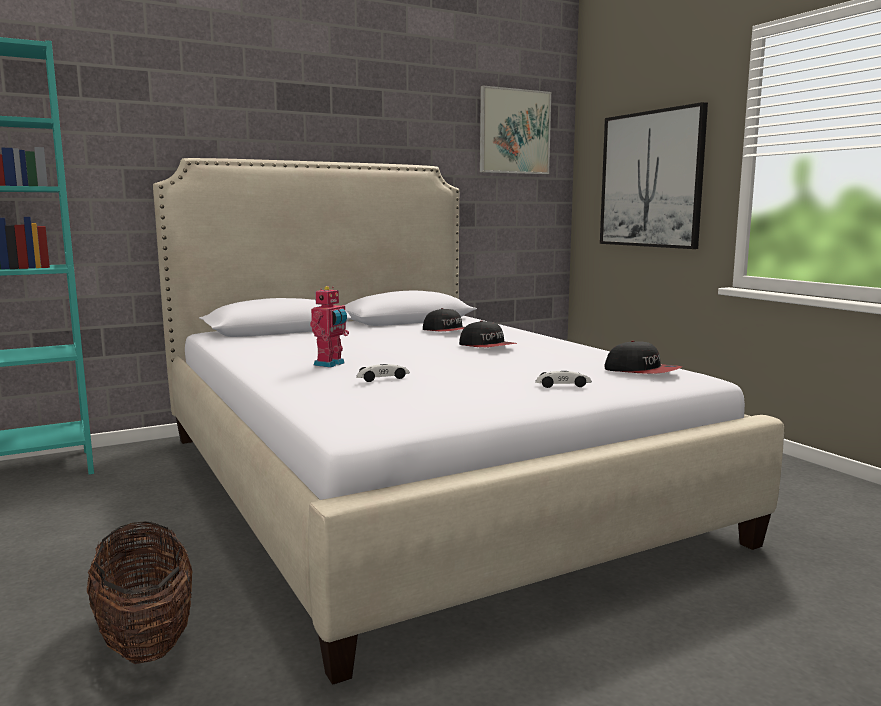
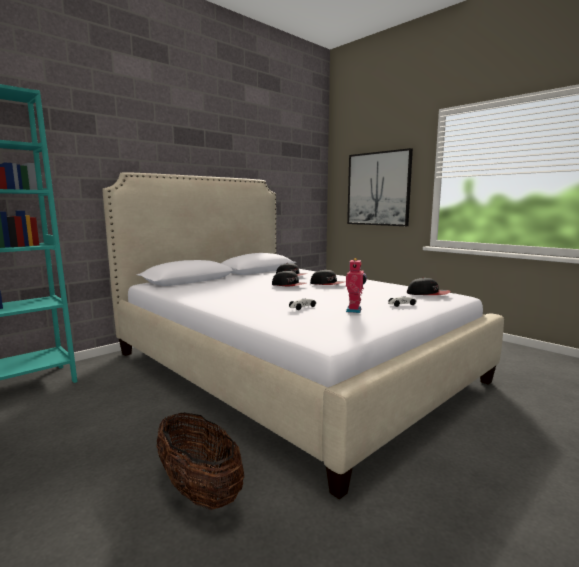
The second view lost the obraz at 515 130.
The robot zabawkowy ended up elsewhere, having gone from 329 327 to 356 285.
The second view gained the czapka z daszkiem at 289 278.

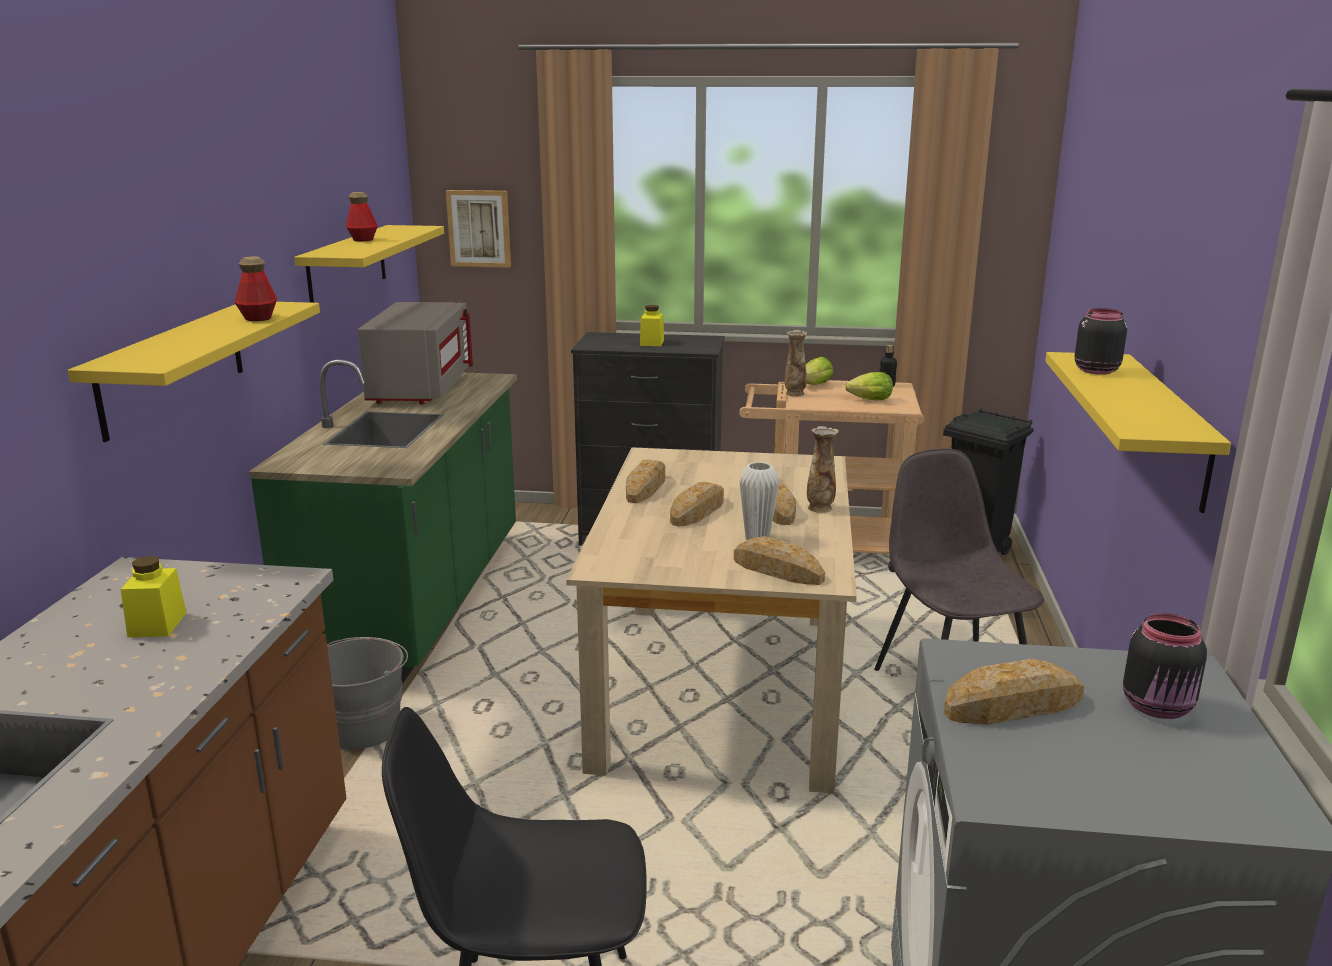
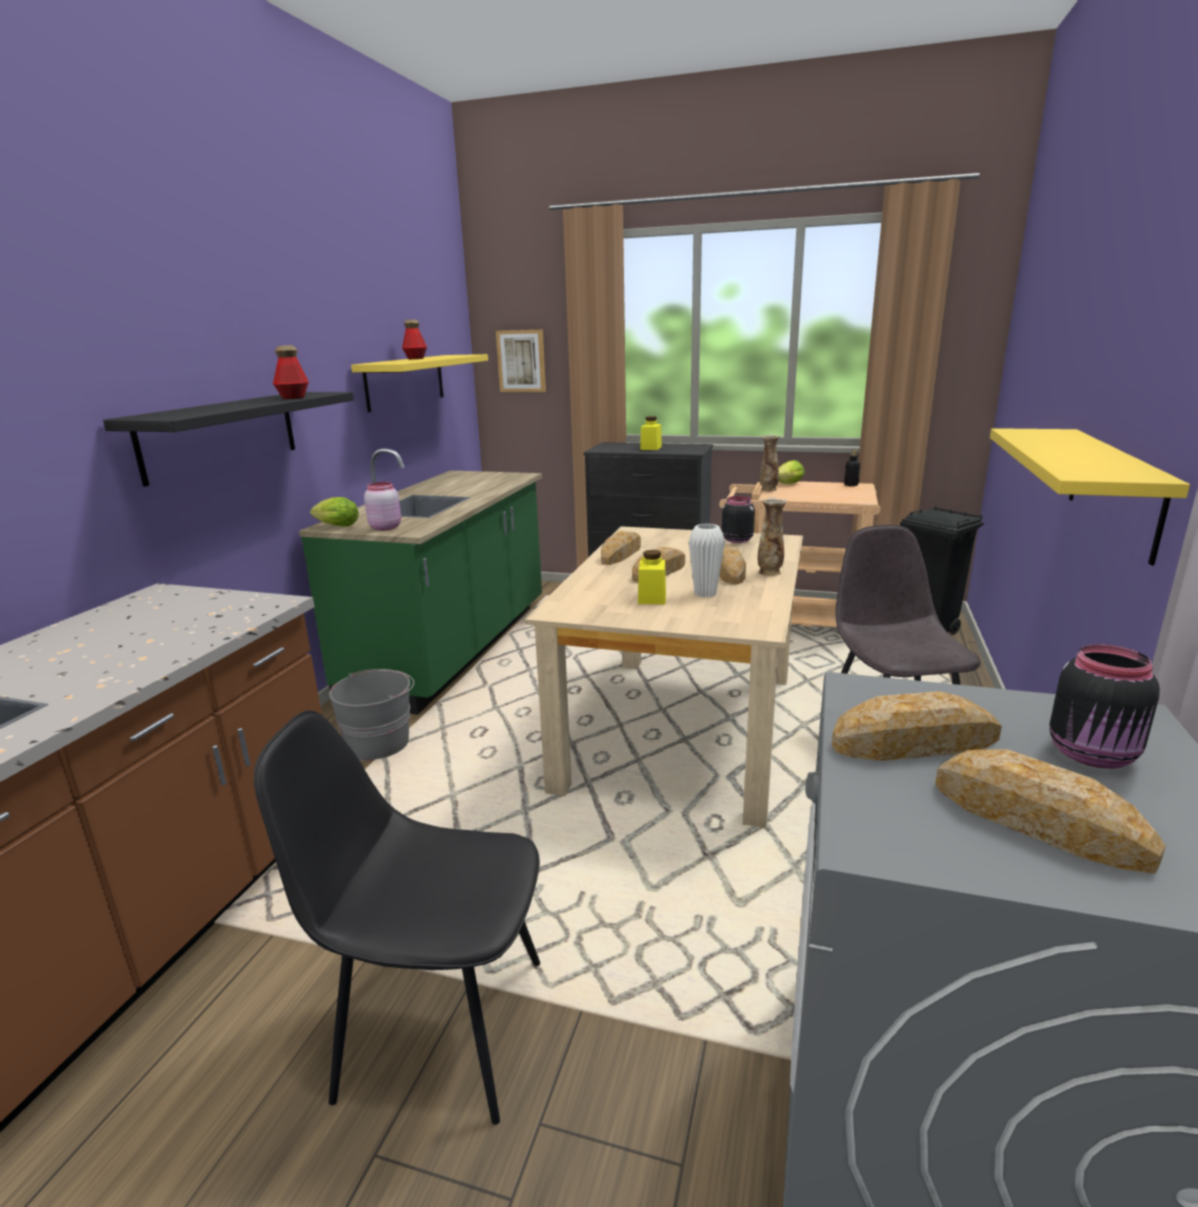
What was the półka [żółty] at 194 372 turned into the półka [czarny] at 228 439.
The second view lost the mikrofalówka [szary] at 415 353.
The słoik [czarny] ended up elsewhere, having gone from 1101 341 to 738 519.
The sałata ended up elsewhere, having gone from 869 386 to 334 512.
The chleb ended up elsewhere, having gone from 779 560 to 1050 811.
The słoik [żółty] ended up elsewhere, having gone from 153 597 to 652 577.
The second view gained the słoik [różowy] at 382 506.

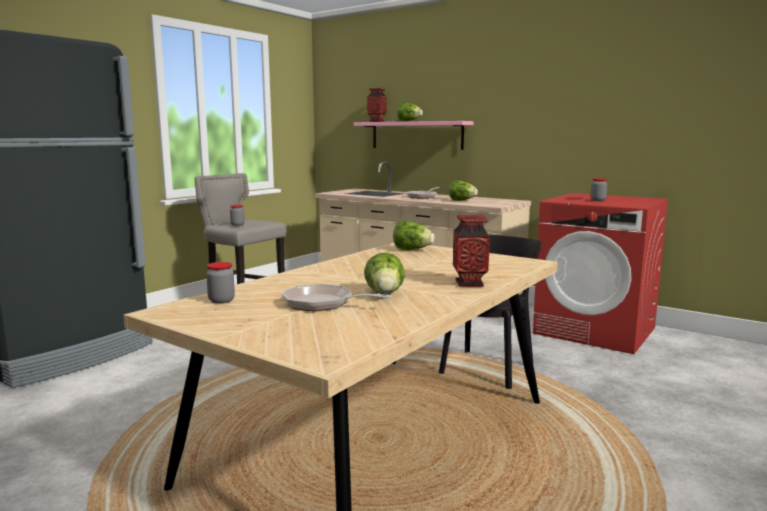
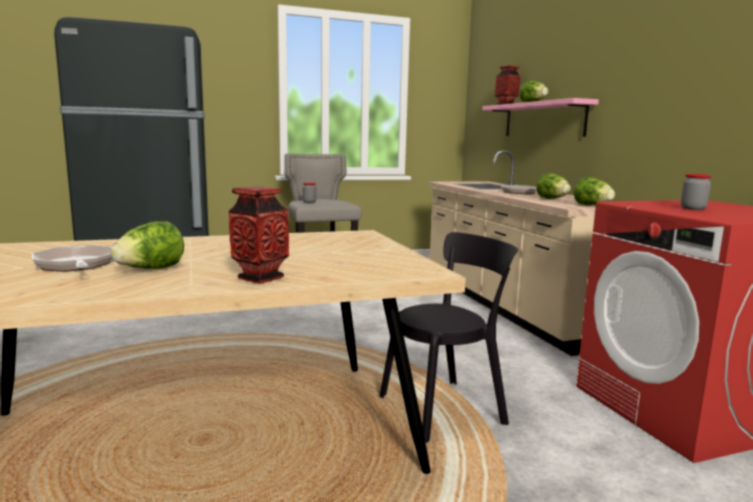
The sałata ended up elsewhere, having gone from 414 235 to 594 191.
The second view lost the słoik at 220 283.

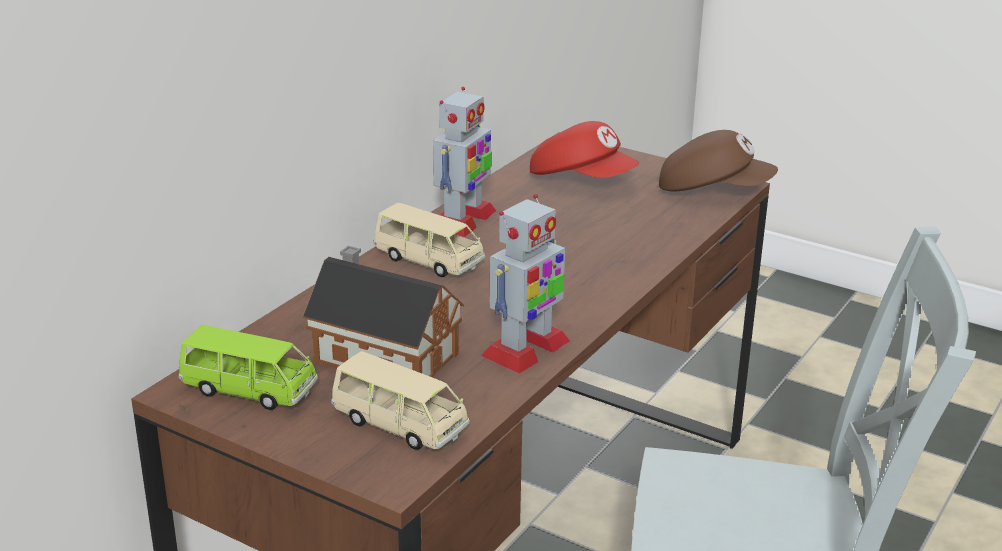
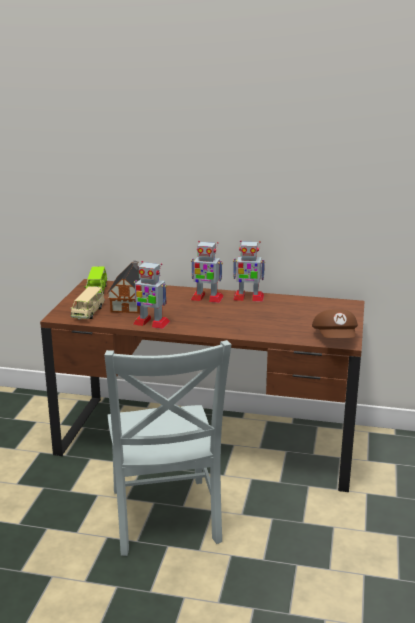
The second view lost the czapka z daszkiem [czerwony] at 584 149.
Where the samochodzik [beżowy] stood at 429 240, the robot zabawkowy came to stand at 207 272.

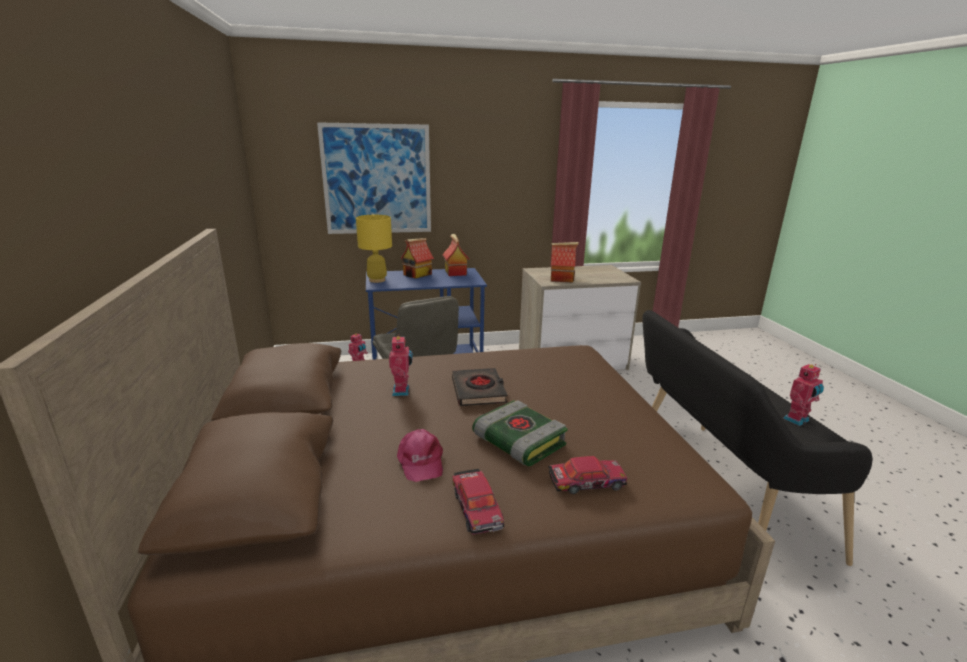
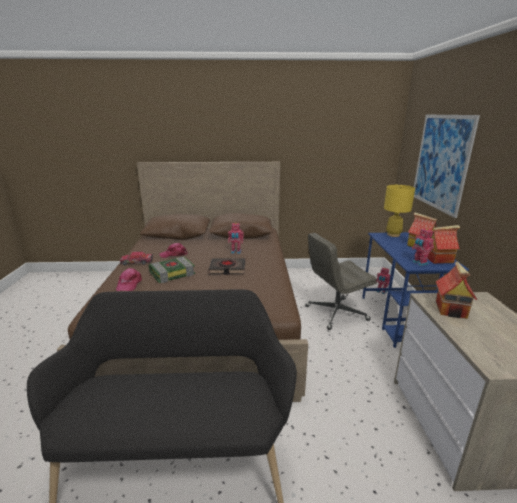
The robot zabawkowy ended up elsewhere, having gone from 803 395 to 423 246.
Where the samochodzik stood at 587 475, the czapka z daszkiem [różowy] came to stand at 129 279.

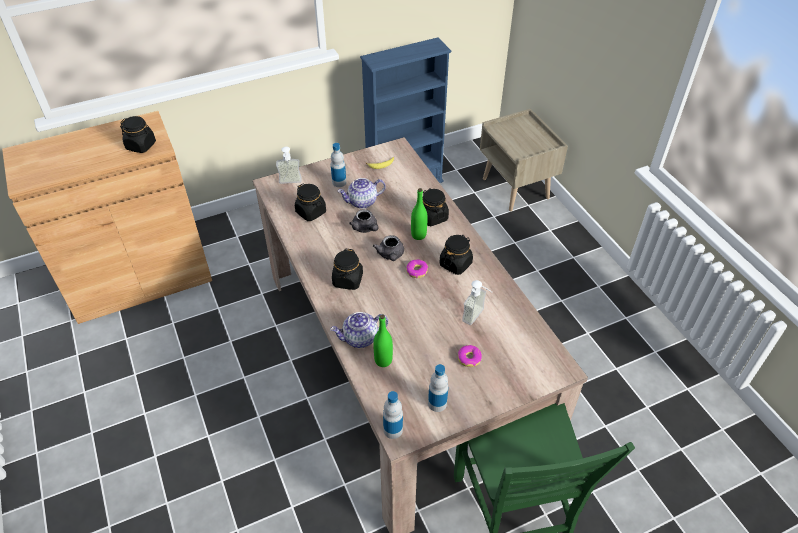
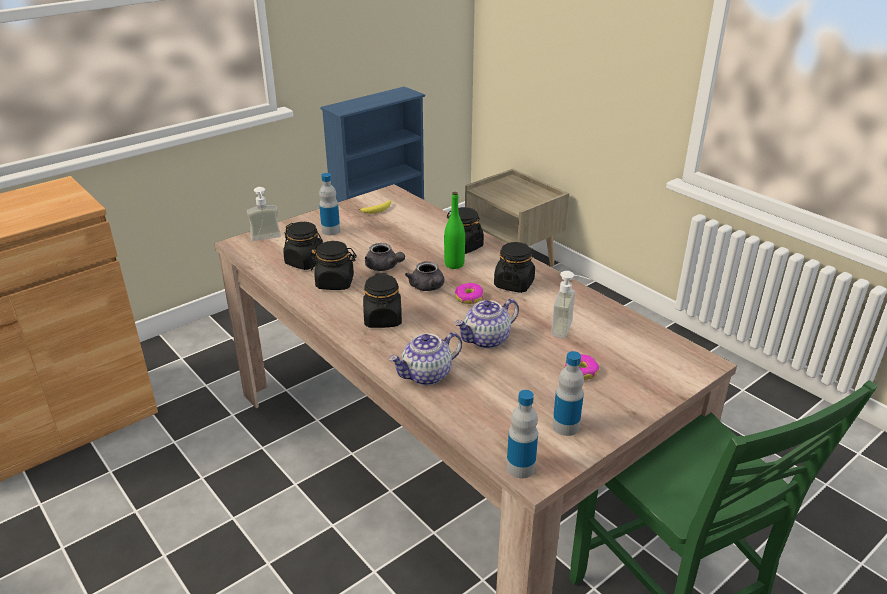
The słoik [czarny] ended up elsewhere, having gone from 138 134 to 334 265.
The imbryk ended up elsewhere, having gone from 362 193 to 487 324.
The second view lost the butelka [zielony] at 383 340.

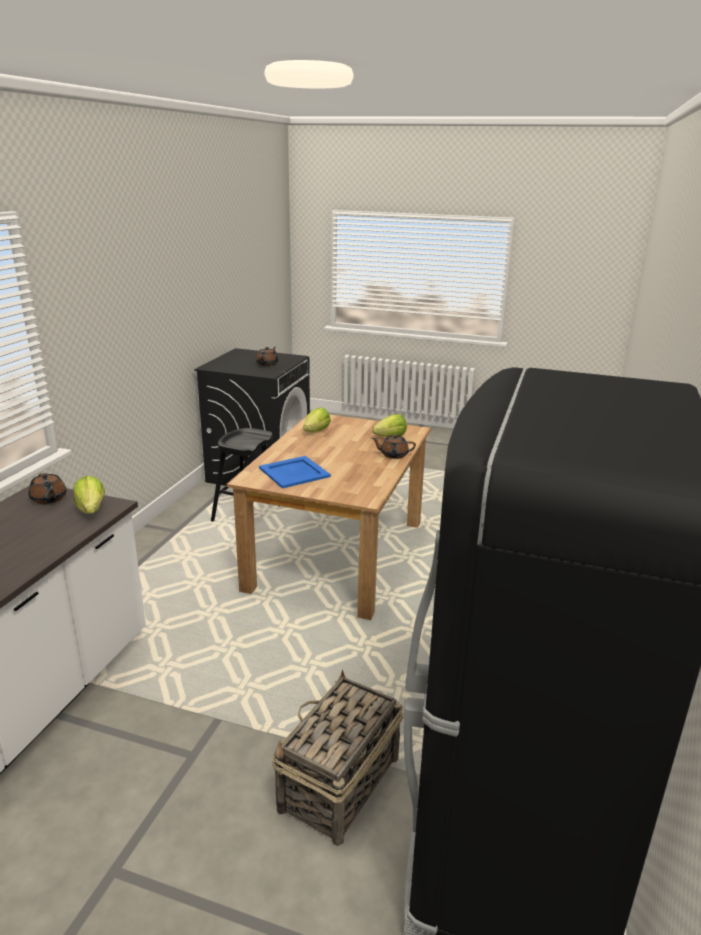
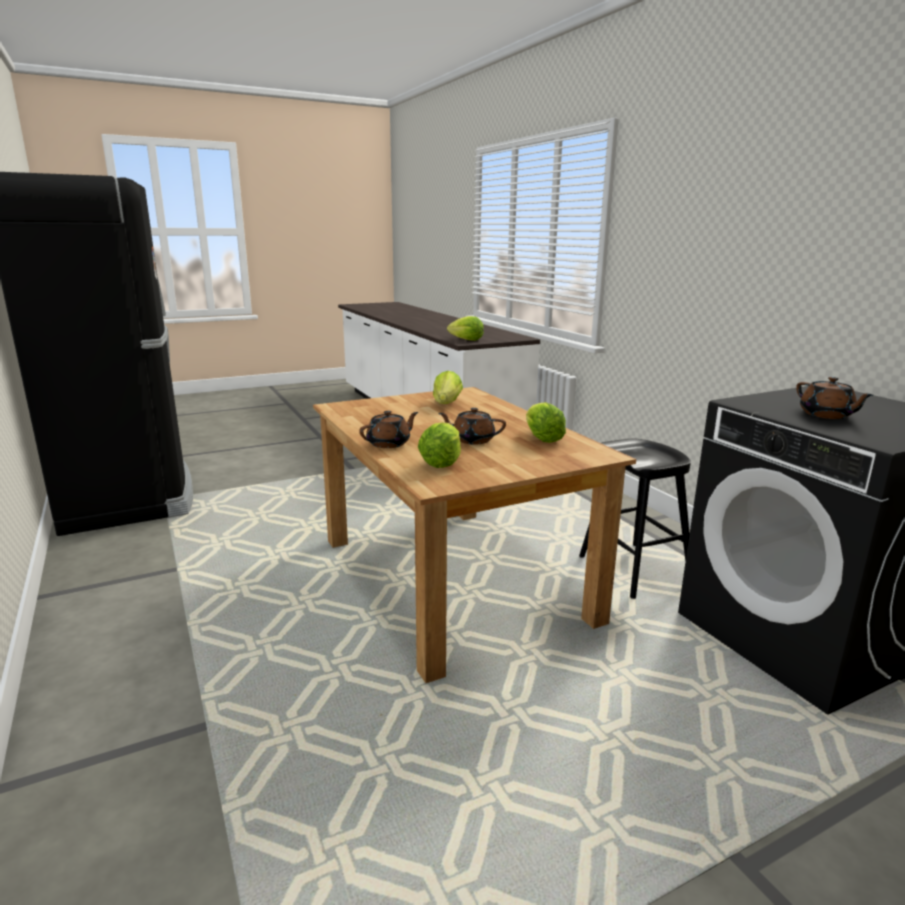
Where the taca [niebieski] stood at 295 472, the sałata came to stand at 448 387.
The imbryk [brązowy] ended up elsewhere, having gone from 47 488 to 472 426.
The second view lost the koszyk at 338 758.

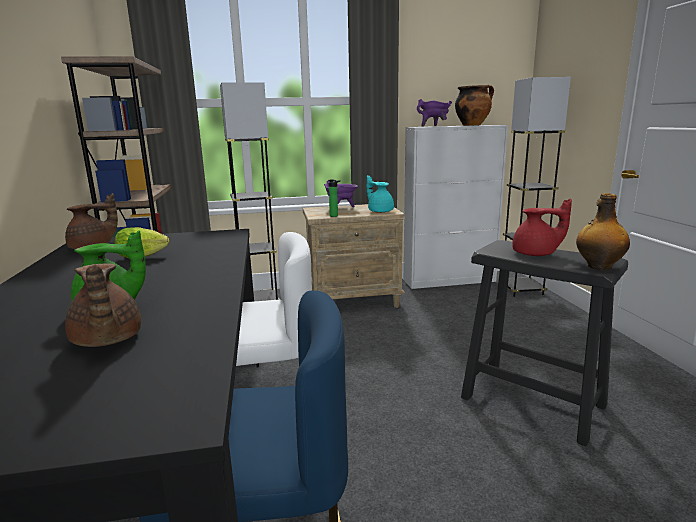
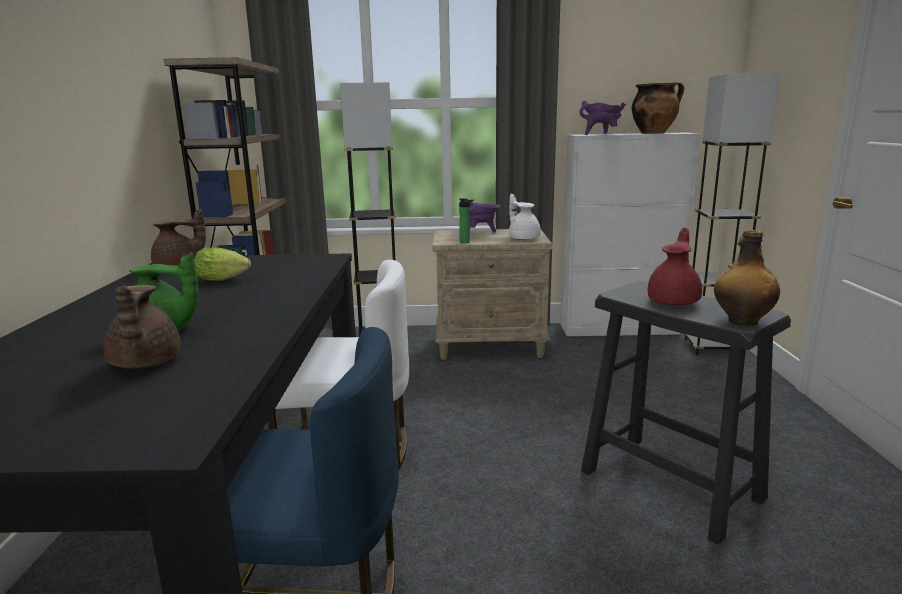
What was the imbryk [turkusowy] at 380 194 turned into the imbryk [biały] at 525 217.
The imbryk [czerwony] at 542 227 ended up facing another way, 75 degrees counterclockwise from before.

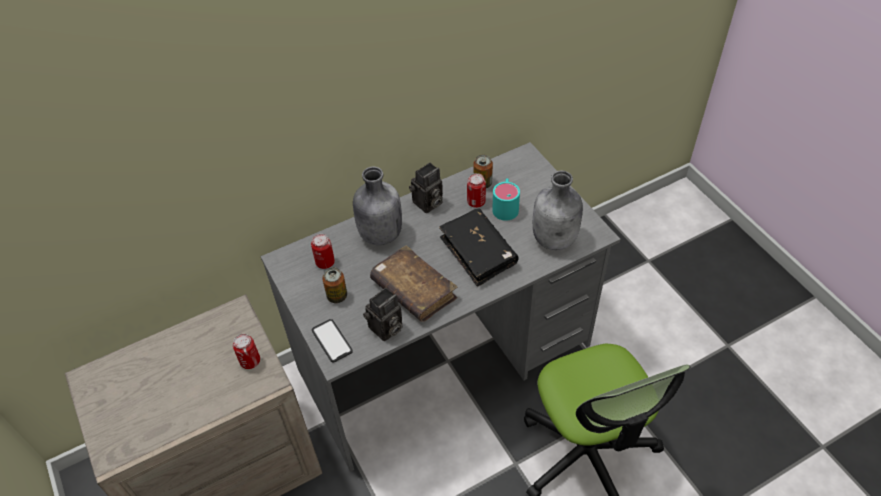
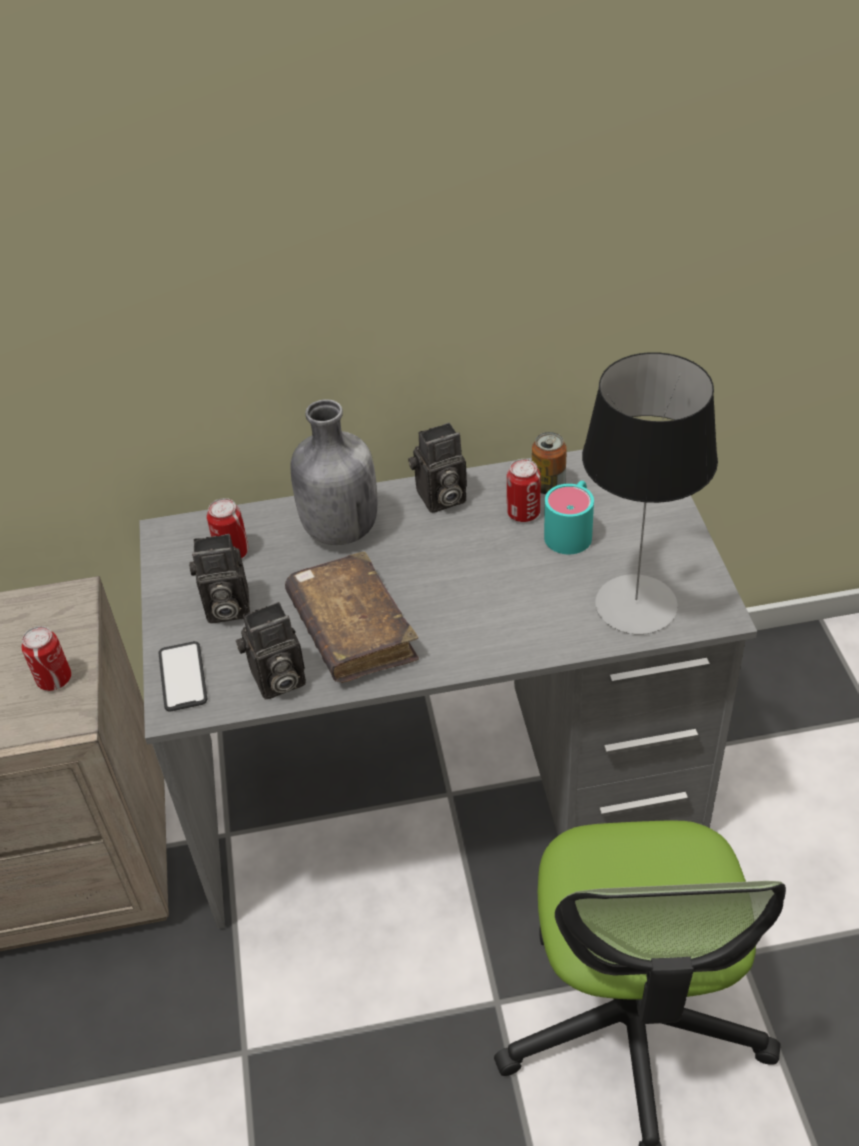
Where the butelka [szary] stood at 558 210, the lampa stołowa came to stand at 650 493.
The second view lost the książka [czarny] at 478 247.
Where the puszka stood at 334 285, the aparat fotograficzny came to stand at 219 578.

